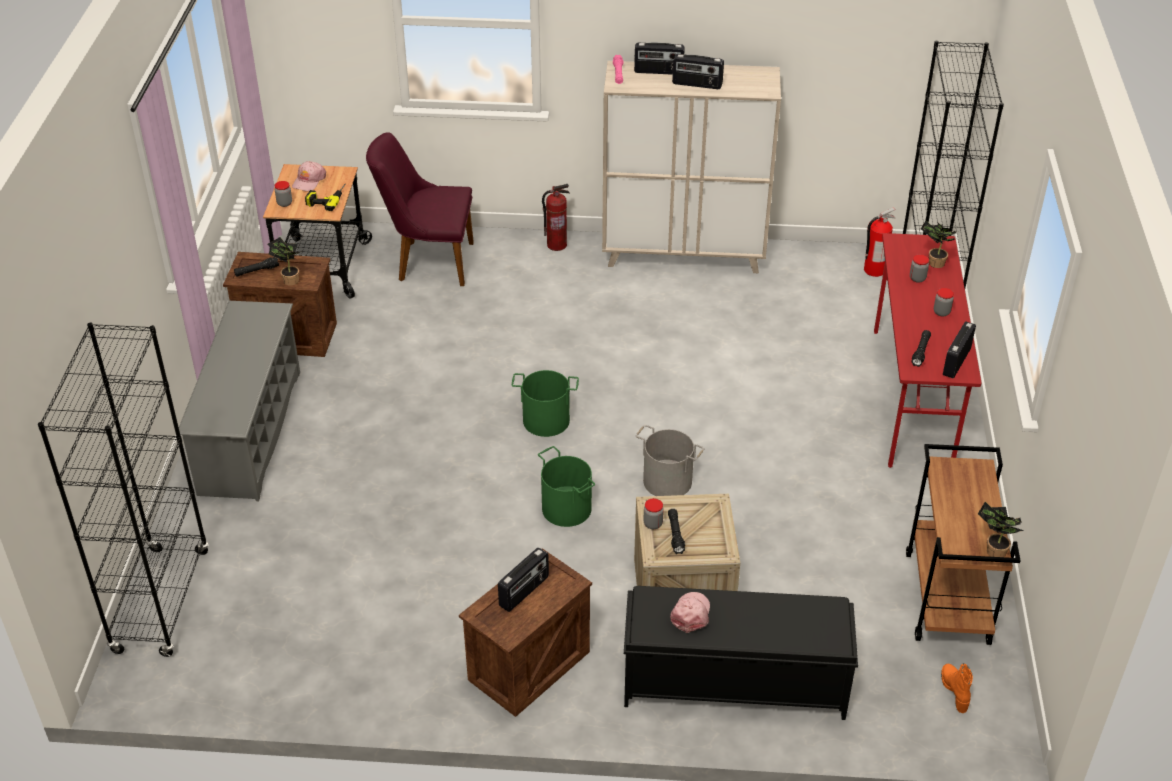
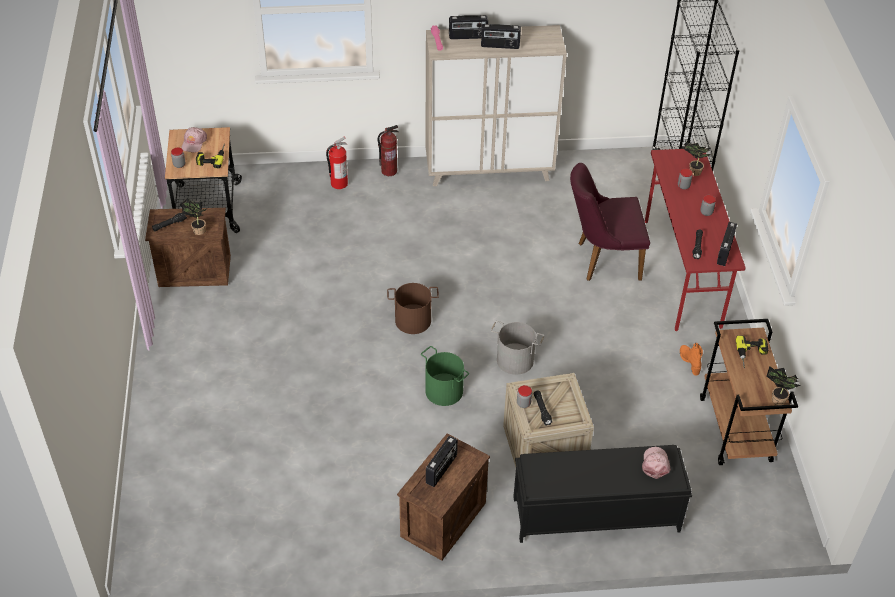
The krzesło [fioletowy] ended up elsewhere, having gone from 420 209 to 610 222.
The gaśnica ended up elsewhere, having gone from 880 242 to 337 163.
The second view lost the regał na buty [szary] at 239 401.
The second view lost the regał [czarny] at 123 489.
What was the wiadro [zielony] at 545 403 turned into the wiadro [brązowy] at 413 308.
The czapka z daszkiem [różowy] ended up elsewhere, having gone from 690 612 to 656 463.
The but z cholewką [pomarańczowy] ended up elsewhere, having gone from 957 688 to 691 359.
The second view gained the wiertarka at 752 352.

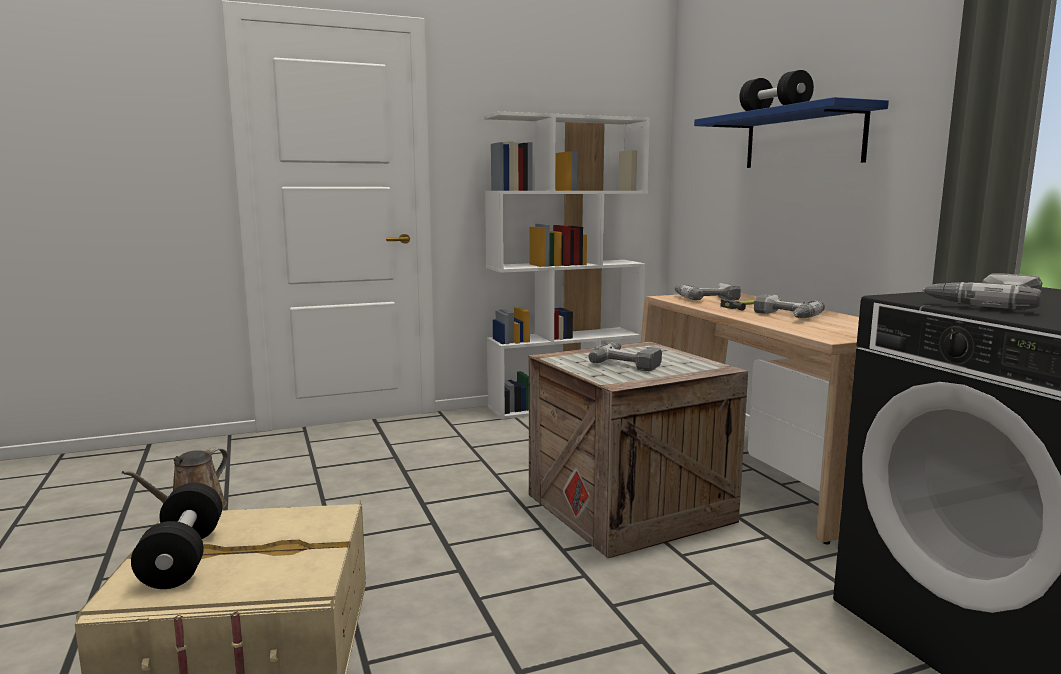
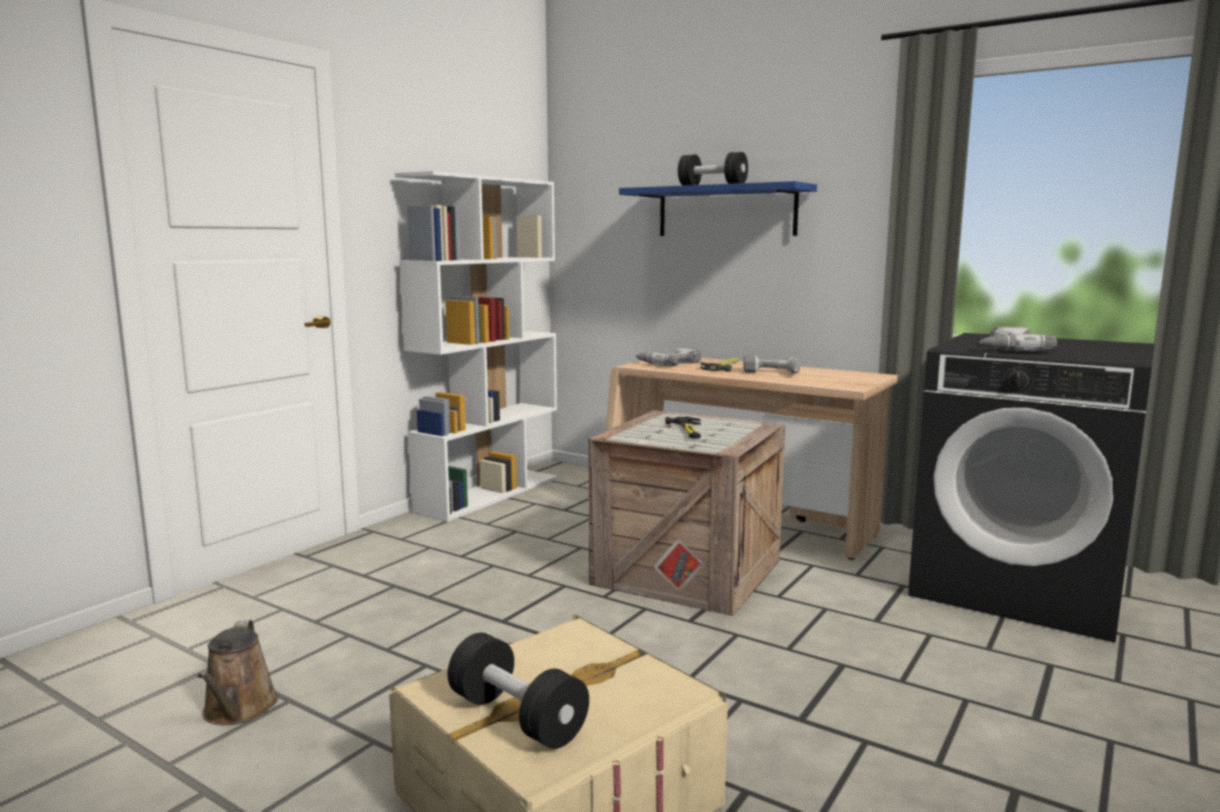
Where the wiertarka stood at 625 356, the młotek came to stand at 683 427.

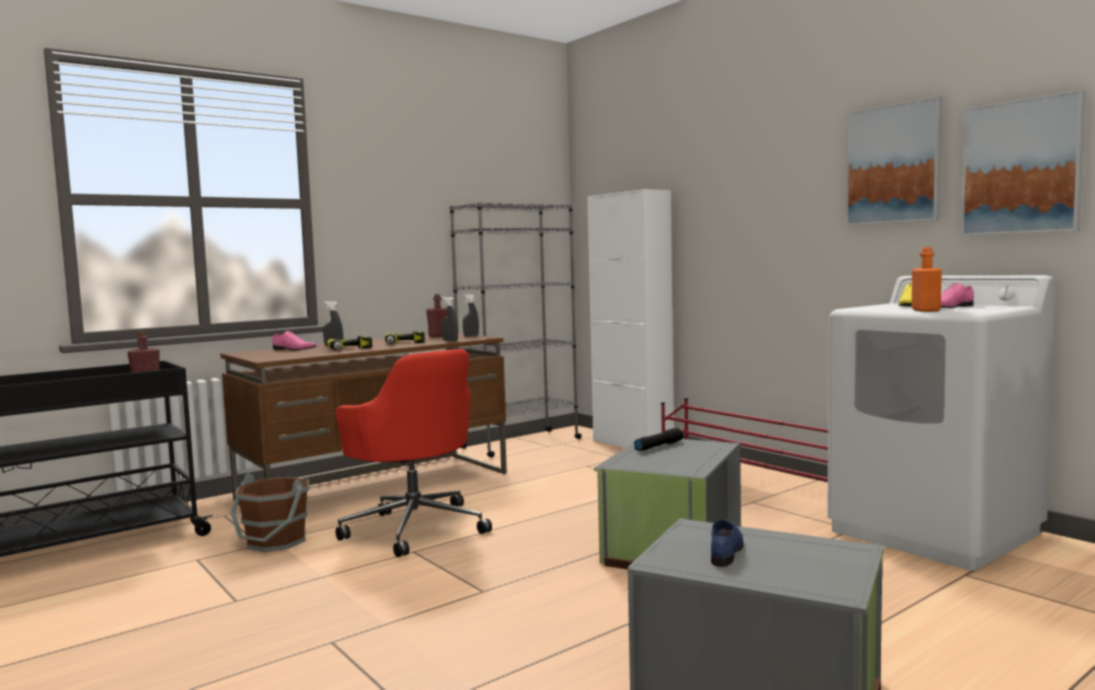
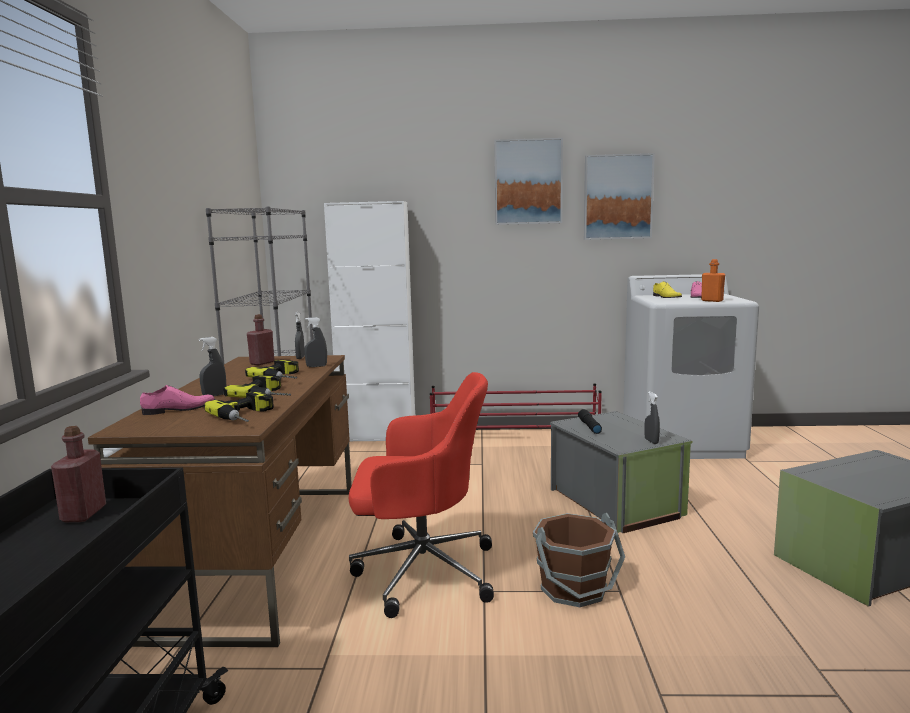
The obraz ended up elsewhere, having gone from 1023 162 to 528 181.
The wiadro [brązowy] ended up elsewhere, having gone from 269 512 to 579 560.
The second view lost the but [niebieski] at 727 543.
The second view gained the wiertarka at 239 406.
The second view gained the spryskiwacz [szary] at 652 418.

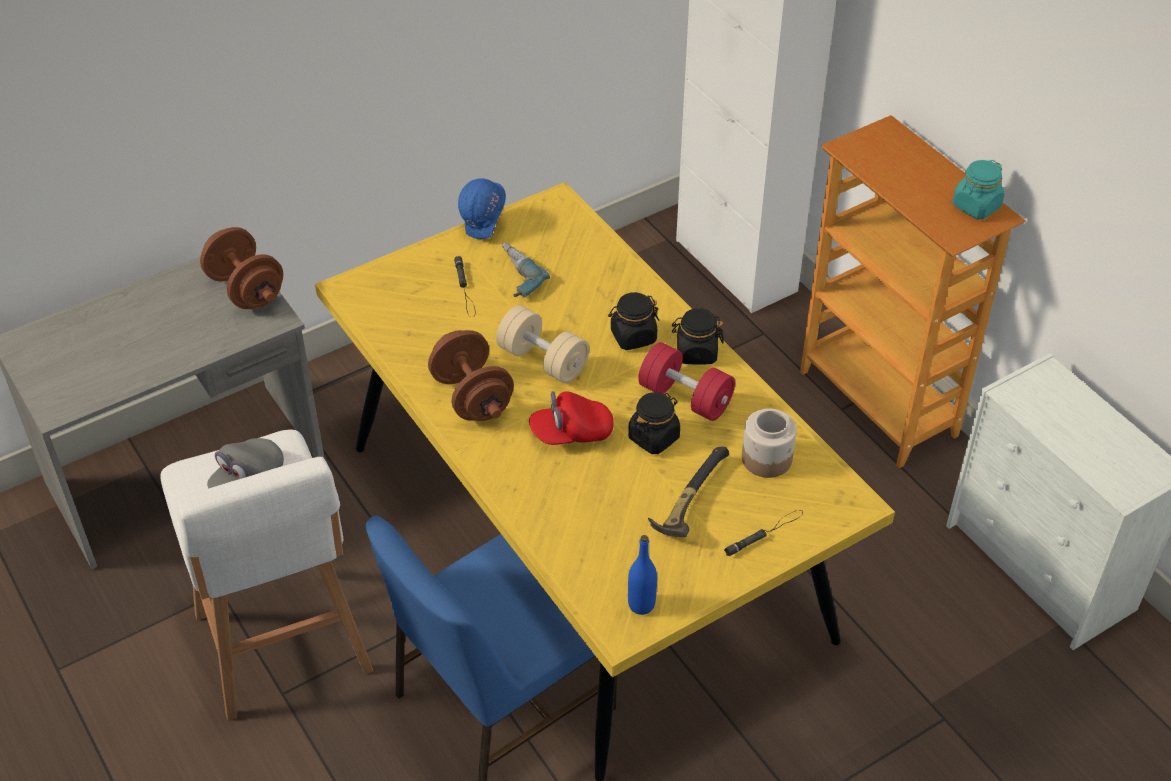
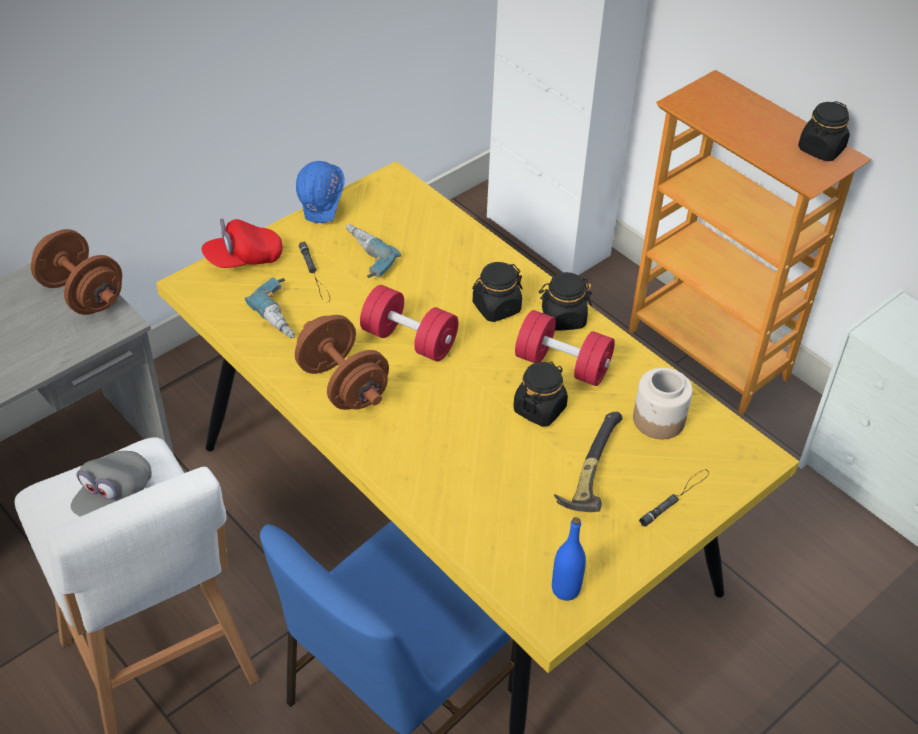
What was the słoik [turkusowy] at 978 189 turned into the słoik [czarny] at 824 131.
What was the hantel [beżowy] at 542 344 turned into the hantel [czerwony] at 409 323.
The czapka z daszkiem [czerwony] ended up elsewhere, having gone from 571 418 to 242 243.
The second view gained the wiertarka at 270 307.

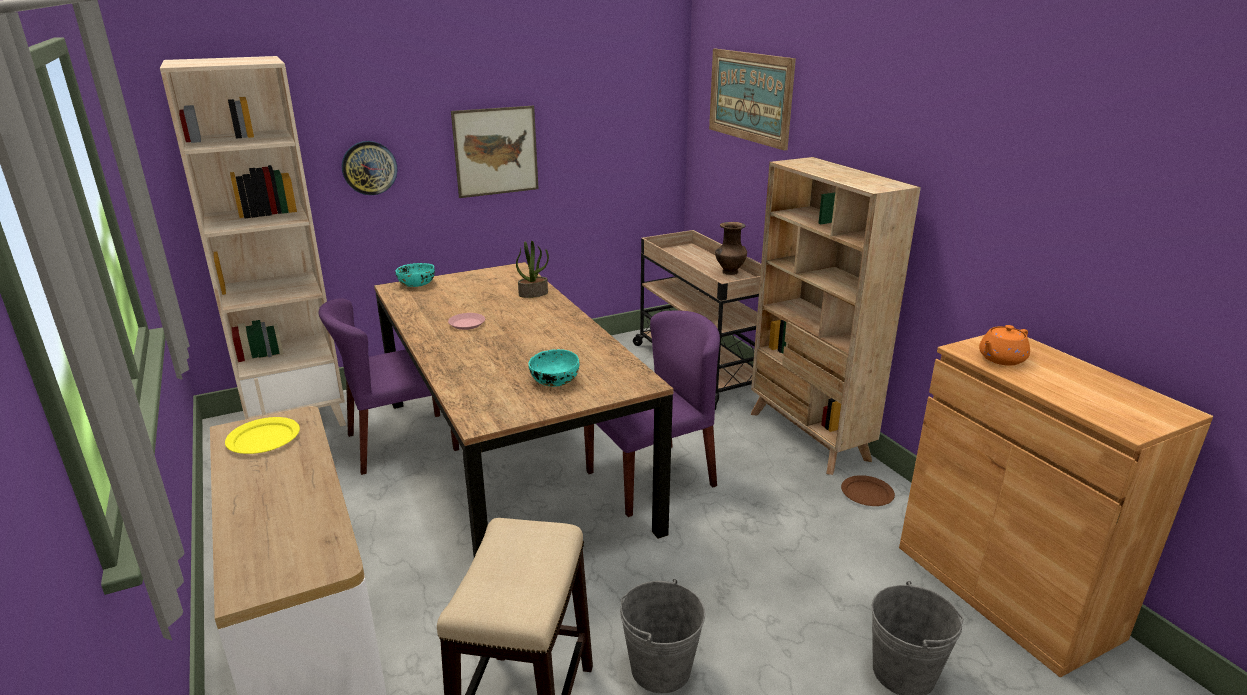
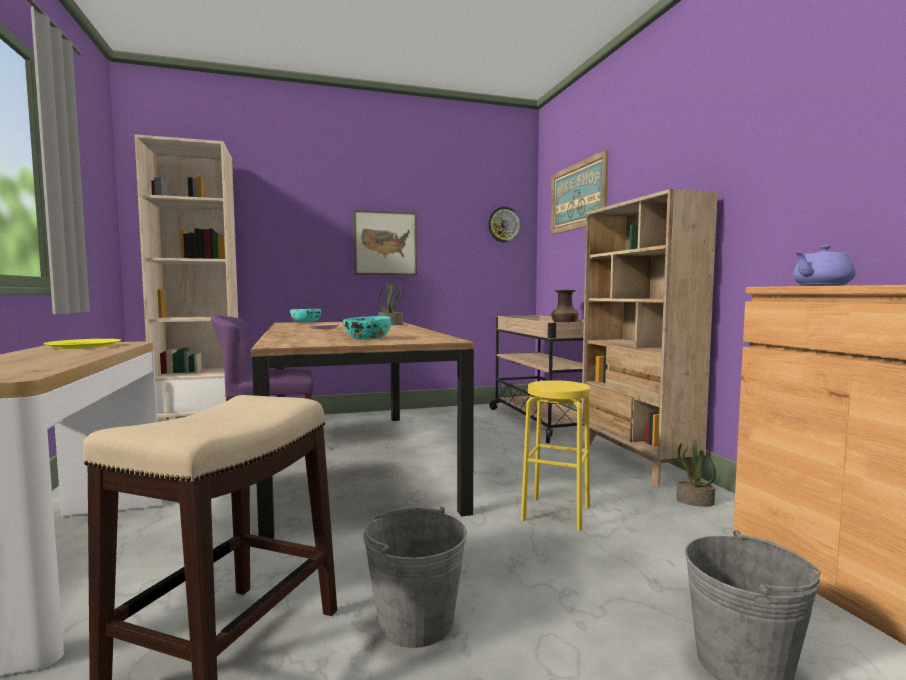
The zegar ścienny ended up elsewhere, having gone from 369 168 to 504 224.
The second view lost the krzesło [fioletowy] at 652 414.
What was the imbryk [pomarańczowy] at 1004 345 turned into the imbryk [fioletowy] at 824 265.
Where the talerz [brązowy] stood at 868 490, the roślina doniczkowa came to stand at 696 473.
The second view gained the stołek [żółty] at 556 455.

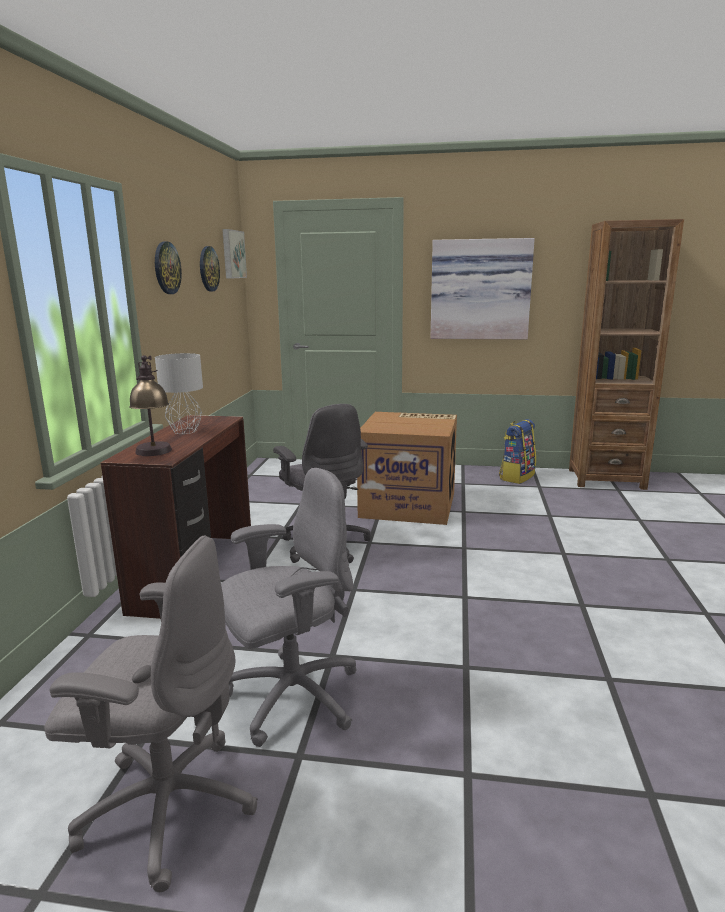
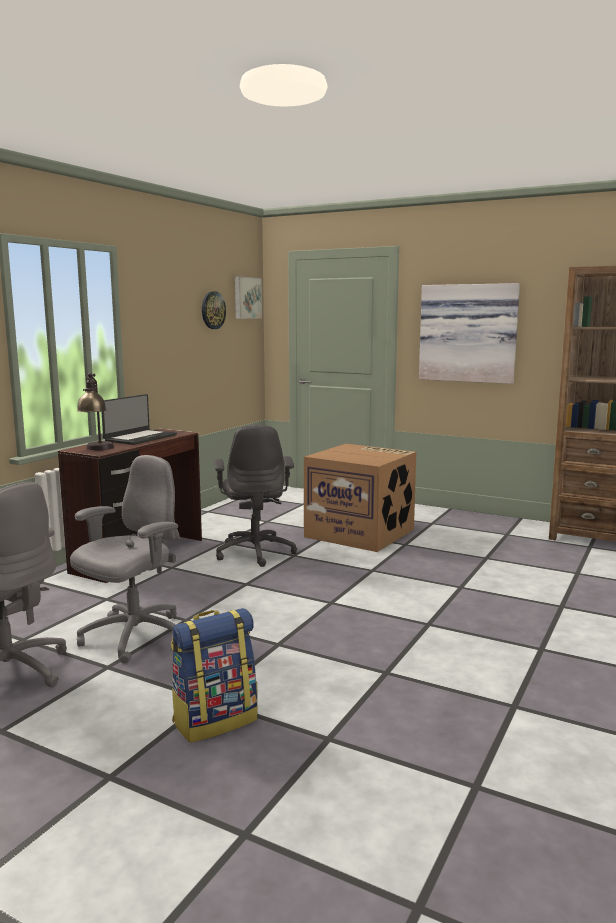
The second view lost the zegar ścienny at 168 268.
Where the lampa stołowa [szary] stood at 179 393, the laptop came to stand at 139 419.
The plecak ended up elsewhere, having gone from 517 451 to 214 675.
The krzesło biurowe [szary] at 288 607 ended up facing another way, 45 degrees counterclockwise from before.

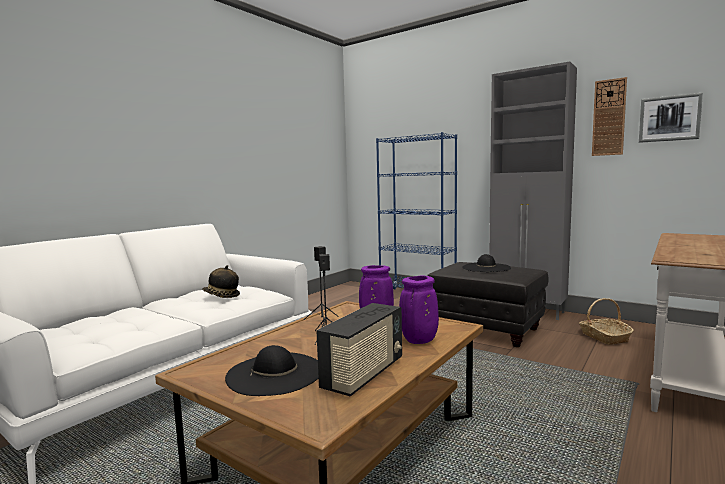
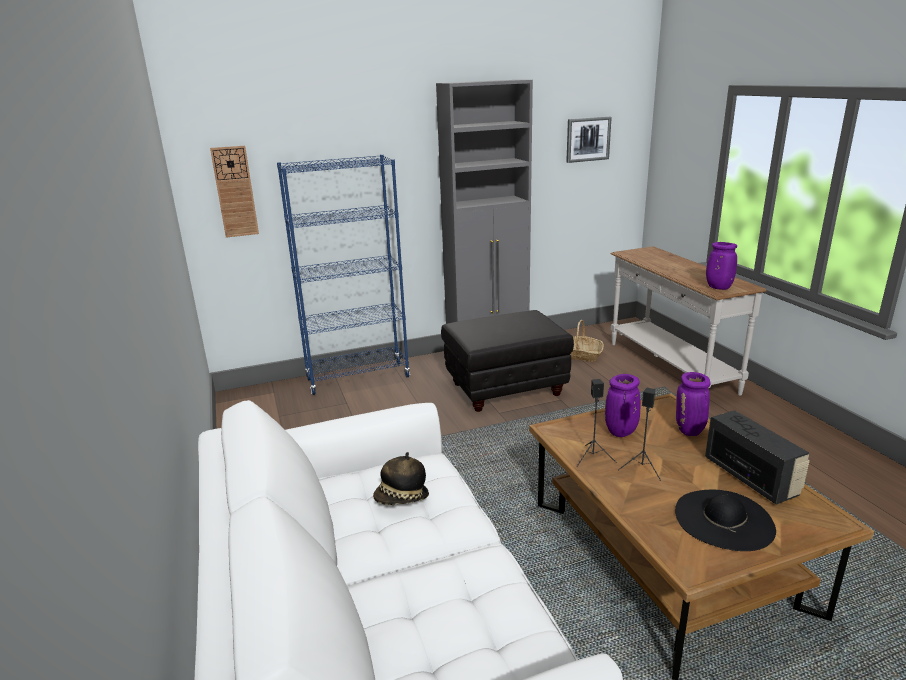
The zegar ścienny ended up elsewhere, having gone from 609 116 to 234 192.
The second view lost the kapelusz [czarny] at 486 263.
The second view gained the wazon [fioletowy] at 721 266.

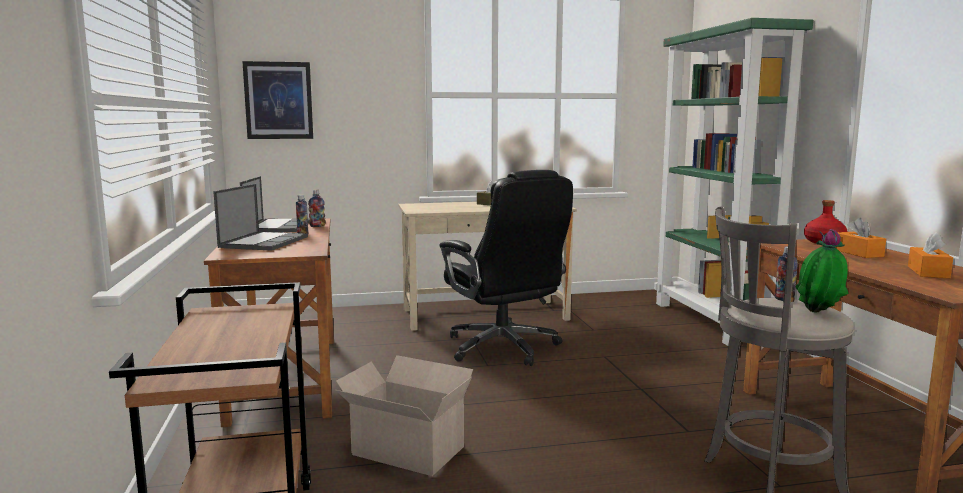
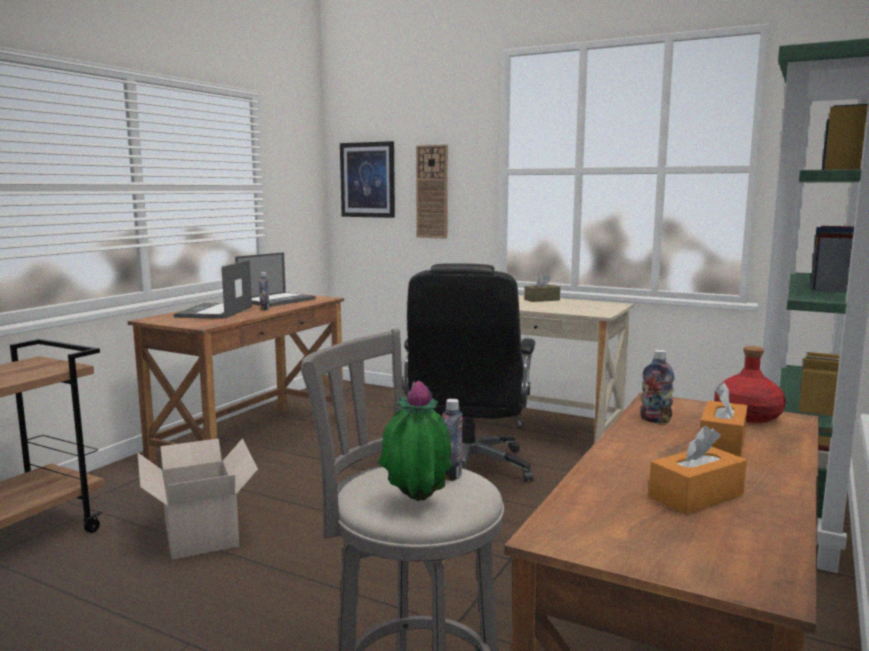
The laptop at 260 217 ended up facing another way, 135 degrees clockwise from before.
The butelka ended up elsewhere, having gone from 316 208 to 657 386.
The second view gained the zegar ścienny at 432 192.

